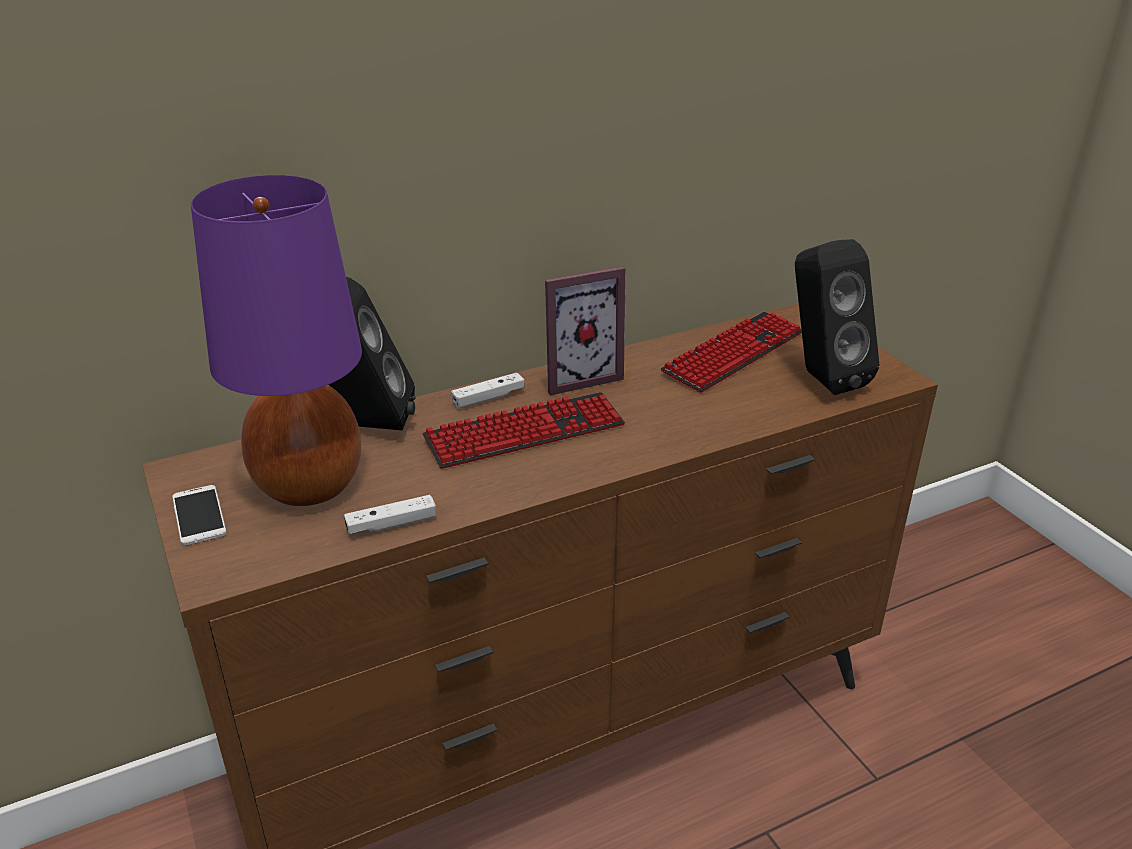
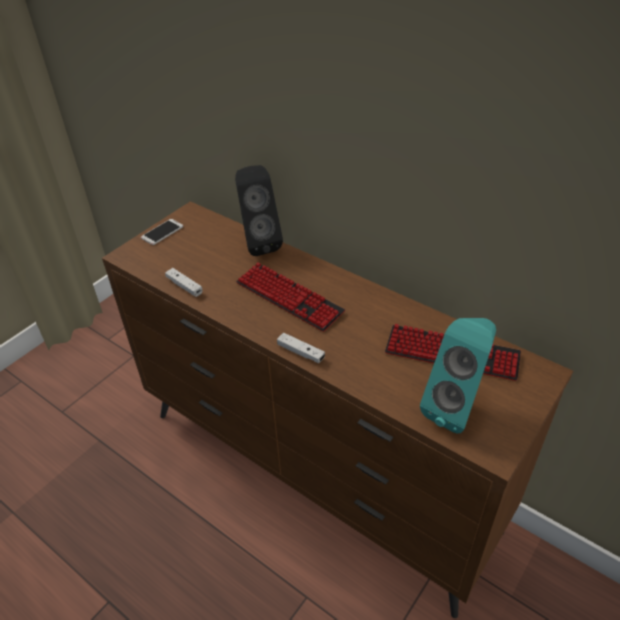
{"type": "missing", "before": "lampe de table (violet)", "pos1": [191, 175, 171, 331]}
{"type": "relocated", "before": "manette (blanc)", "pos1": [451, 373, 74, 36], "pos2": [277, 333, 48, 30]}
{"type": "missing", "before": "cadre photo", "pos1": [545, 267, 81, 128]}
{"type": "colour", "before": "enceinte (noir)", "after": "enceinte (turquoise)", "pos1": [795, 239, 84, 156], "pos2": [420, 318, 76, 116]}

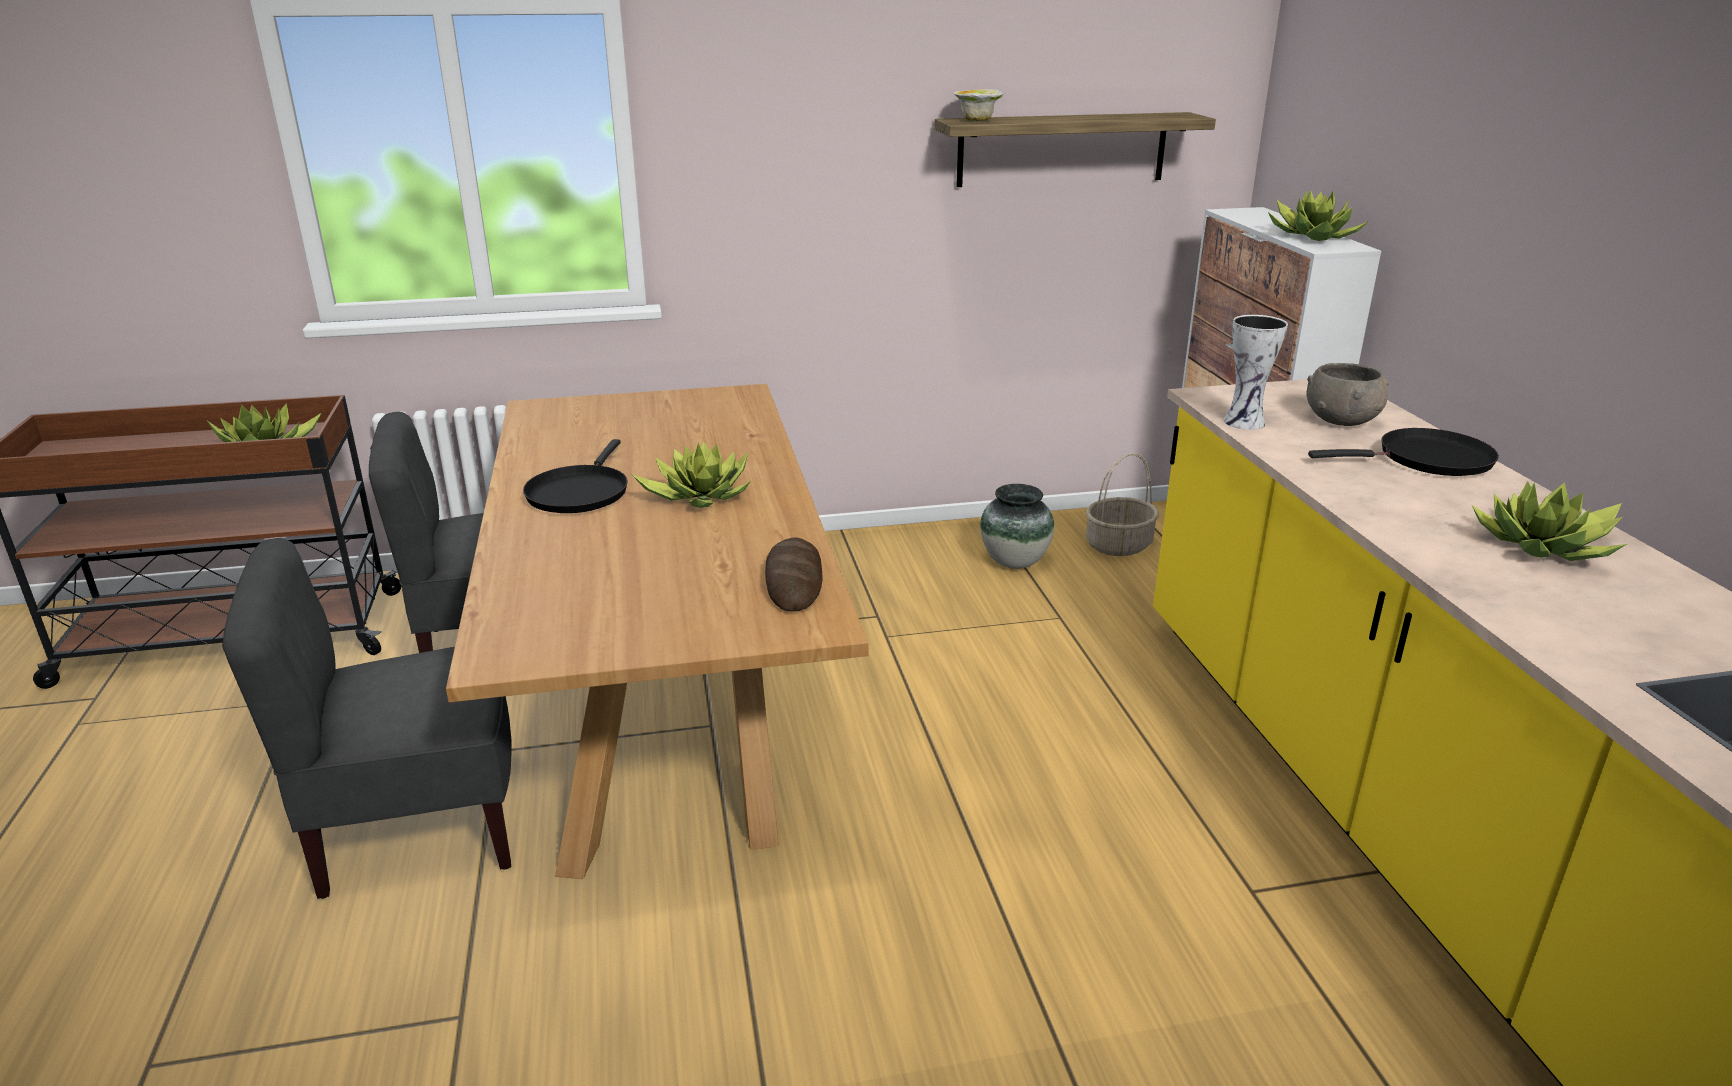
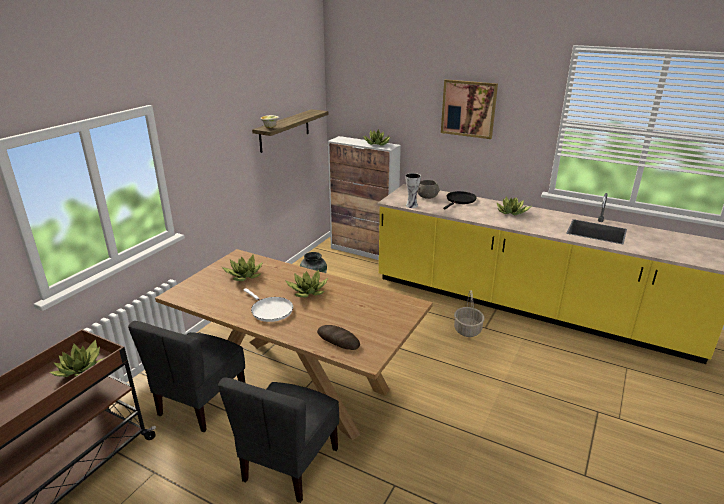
{"type": "colour", "before": "poêle (noir)", "after": "poêle (blanc)", "pos1": [523, 439, 105, 74], "pos2": [244, 288, 49, 34]}
{"type": "relocated", "before": "pain", "pos1": [765, 537, 57, 74], "pos2": [317, 325, 43, 25]}
{"type": "relocated", "before": "panier", "pos1": [1086, 453, 73, 103], "pos2": [454, 290, 30, 47]}
{"type": "appeared", "after": "plante en pot", "pos2": [222, 255, 41, 26]}
{"type": "appeared", "after": "tableau", "pos2": [441, 79, 57, 60]}

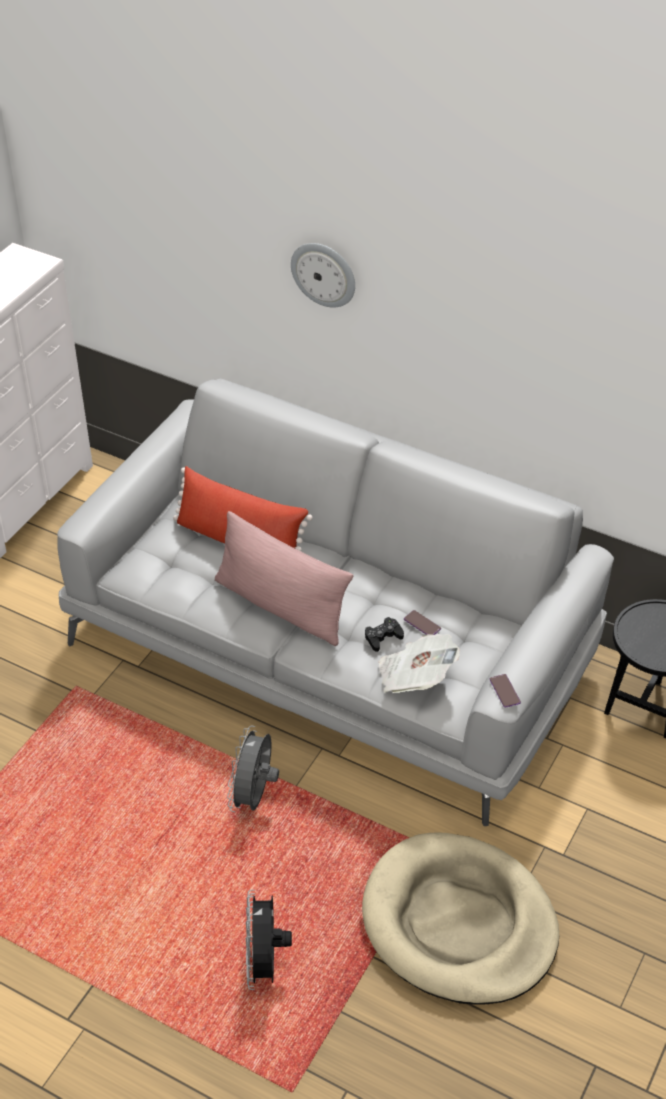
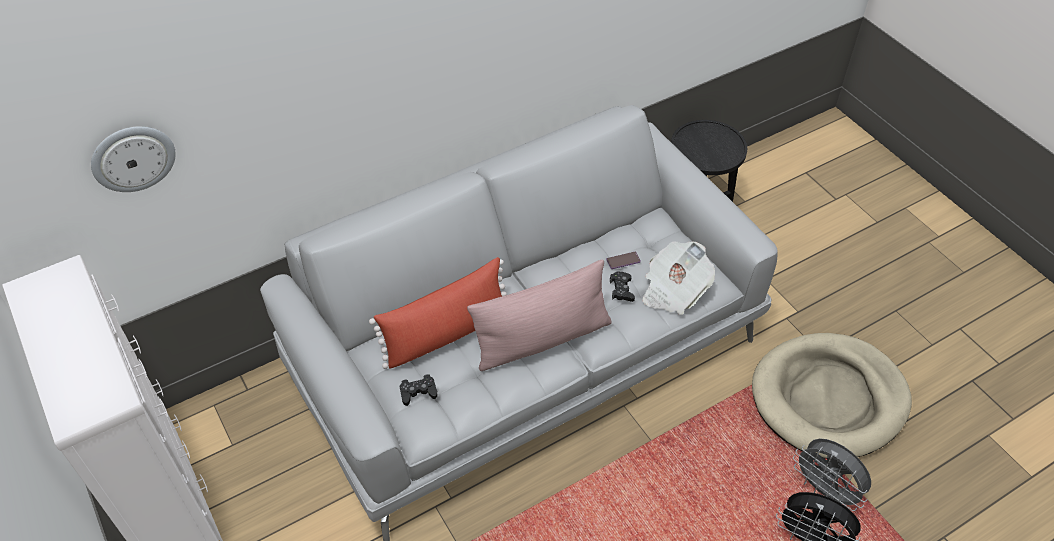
{"type": "relocated", "before": "ventilateur (gris)", "pos1": [227, 726, 52, 86], "pos2": [793, 438, 78, 73]}
{"type": "relocated", "before": "horloge murale", "pos1": [291, 243, 64, 65], "pos2": [91, 126, 85, 66]}
{"type": "missing", "before": "téléphone", "pos1": [490, 674, 31, 34]}
{"type": "appeared", "after": "manette (noir)", "pos2": [400, 374, 37, 32]}

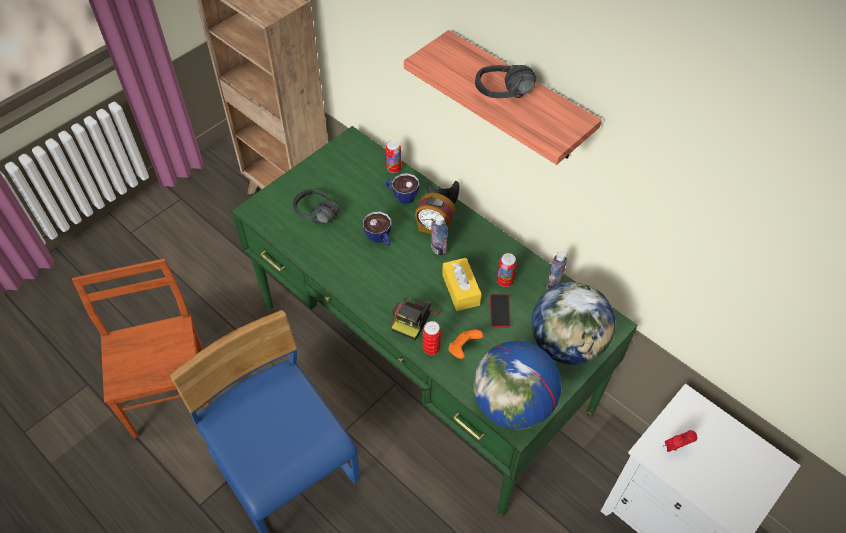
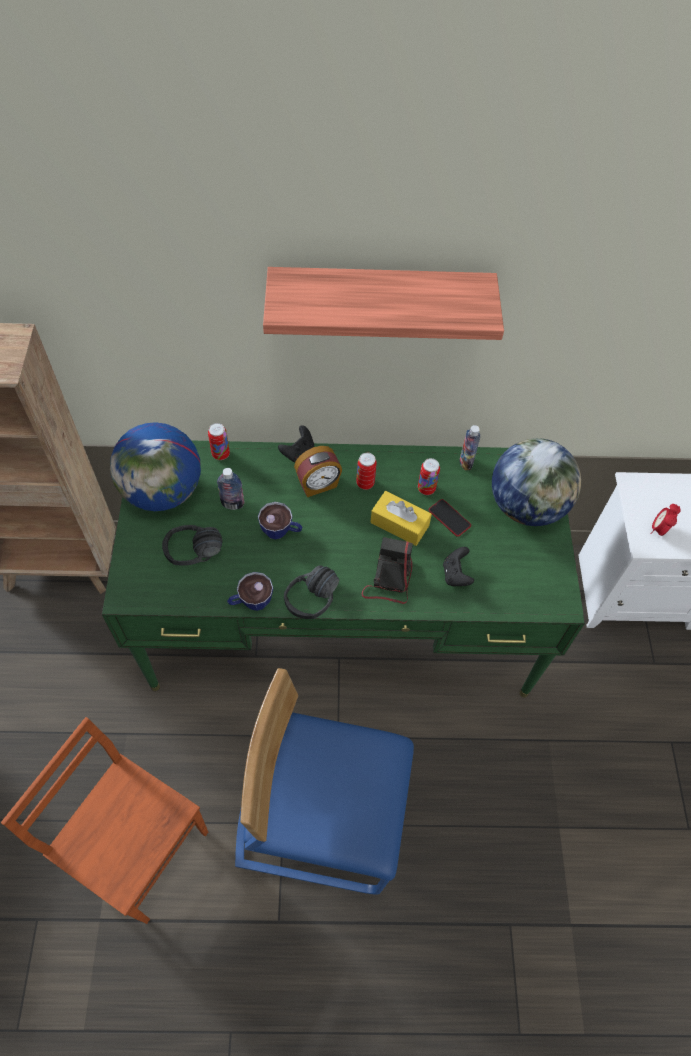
{"type": "relocated", "before": "tasse", "pos1": [386, 173, 33, 31], "pos2": [227, 572, 46, 39]}
{"type": "spun", "before": "appareil photo", "pos1": [392, 297, 50, 43], "pos2": [362, 537, 51, 67], "turn": -150}
{"type": "relocated", "before": "boîte métallique", "pos1": [423, 321, 18, 34], "pos2": [356, 453, 21, 37]}
{"type": "relocated", "before": "bouteille", "pos1": [431, 215, 16, 41], "pos2": [217, 468, 28, 42]}
{"type": "colour", "before": "manette (orange)", "after": "manette (noir)", "pos1": [448, 330, 35, 29], "pos2": [443, 547, 31, 39]}
{"type": "relocated", "before": "globe", "pos1": [473, 341, 88, 89], "pos2": [110, 422, 91, 89]}
{"type": "relocated", "before": "casque audio (noir)", "pos1": [475, 65, 61, 33], "pos2": [284, 565, 55, 54]}

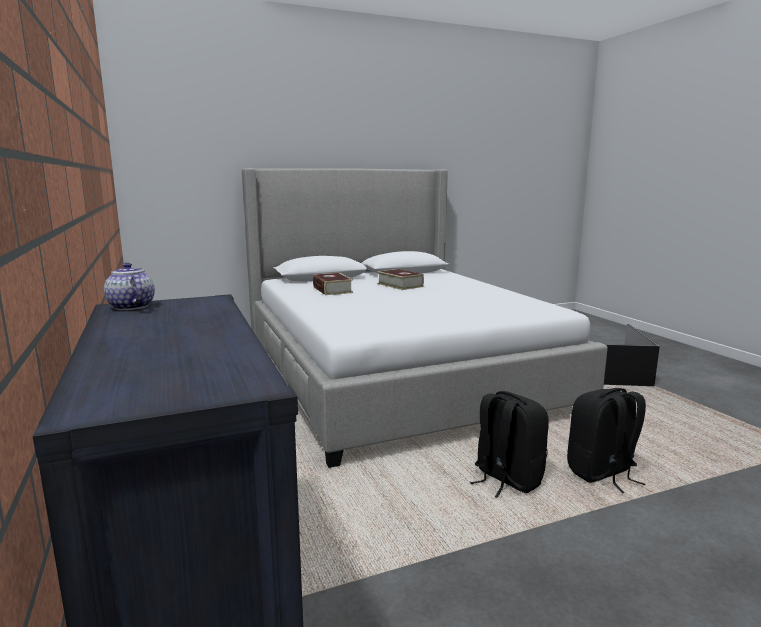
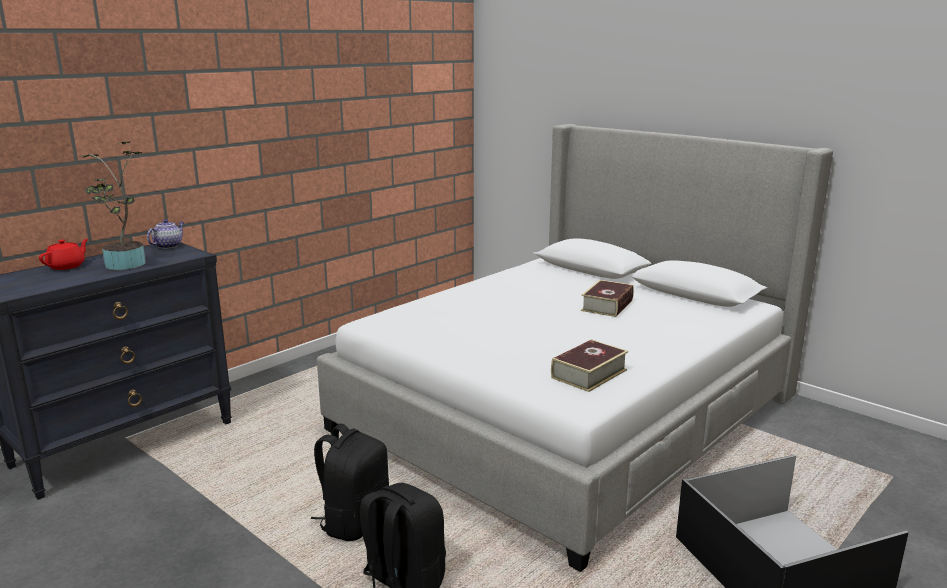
{"type": "relocated", "before": "livre", "pos1": [313, 273, 40, 22], "pos2": [551, 339, 77, 53]}
{"type": "appeared", "after": "théière (rouge)", "pos2": [39, 239, 49, 31]}
{"type": "appeared", "after": "plante en pot", "pos2": [80, 141, 66, 129]}

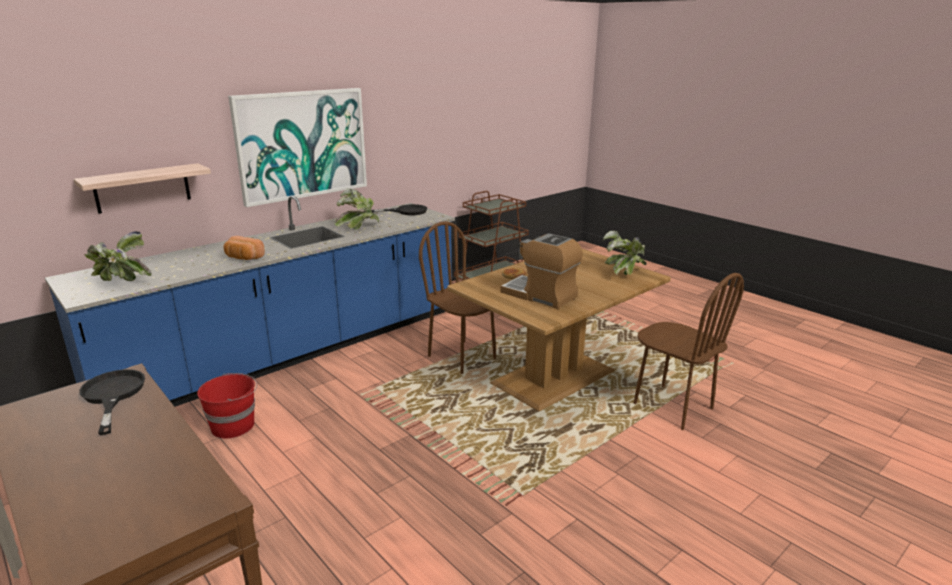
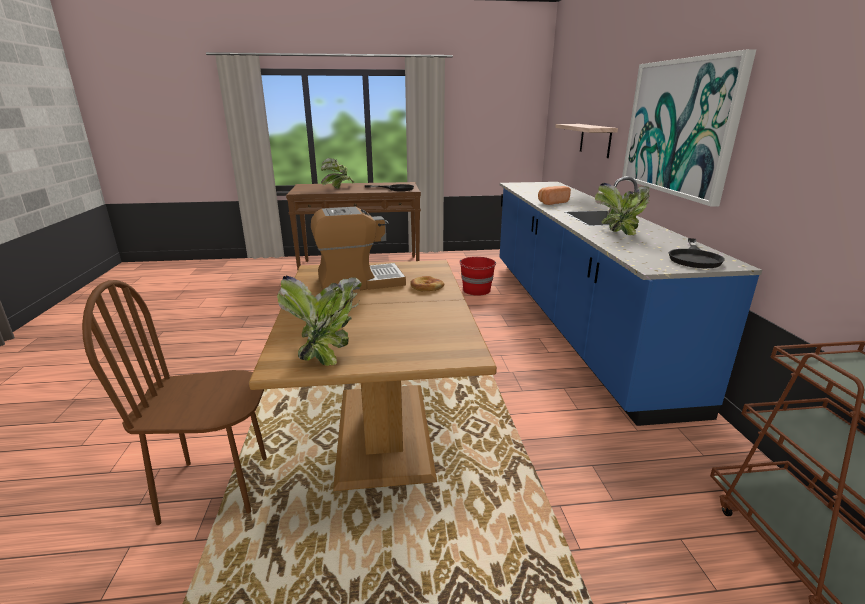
{"type": "relocated", "before": "plante en pot", "pos1": [84, 231, 68, 50], "pos2": [321, 158, 33, 31]}
{"type": "missing", "before": "chaise (marron)", "pos1": [419, 221, 77, 153]}

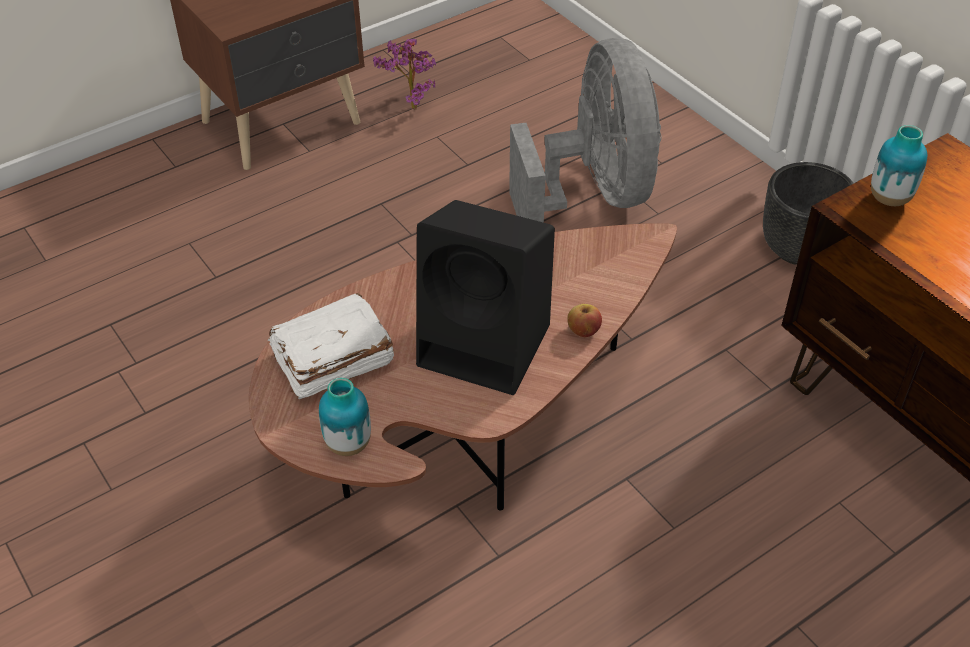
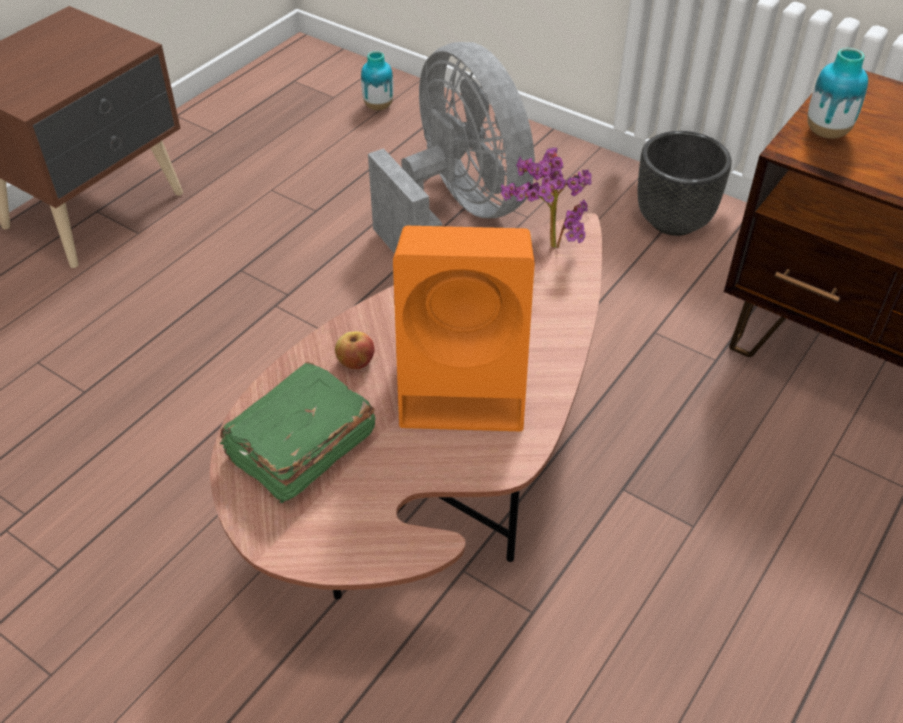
{"type": "colour", "before": "livre (blanc)", "after": "livre (vert)", "pos1": [268, 293, 126, 106], "pos2": [220, 361, 156, 142]}
{"type": "relocated", "before": "vase", "pos1": [319, 378, 52, 78], "pos2": [361, 51, 33, 59]}
{"type": "relocated", "before": "plante en pot", "pos1": [373, 39, 63, 71], "pos2": [501, 147, 91, 102]}
{"type": "colour", "before": "enceinte (noir)", "after": "enceinte (orange)", "pos1": [416, 200, 139, 195], "pos2": [393, 226, 142, 205]}
{"type": "relocated", "before": "pomme", "pos1": [567, 304, 35, 33], "pos2": [335, 331, 40, 38]}

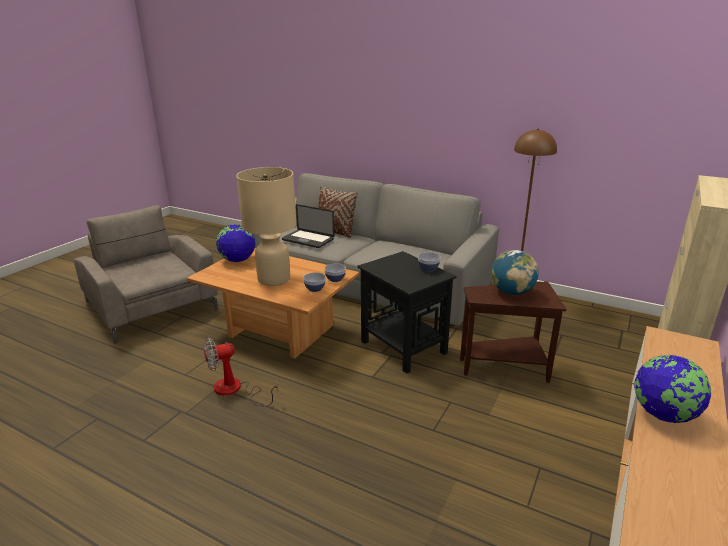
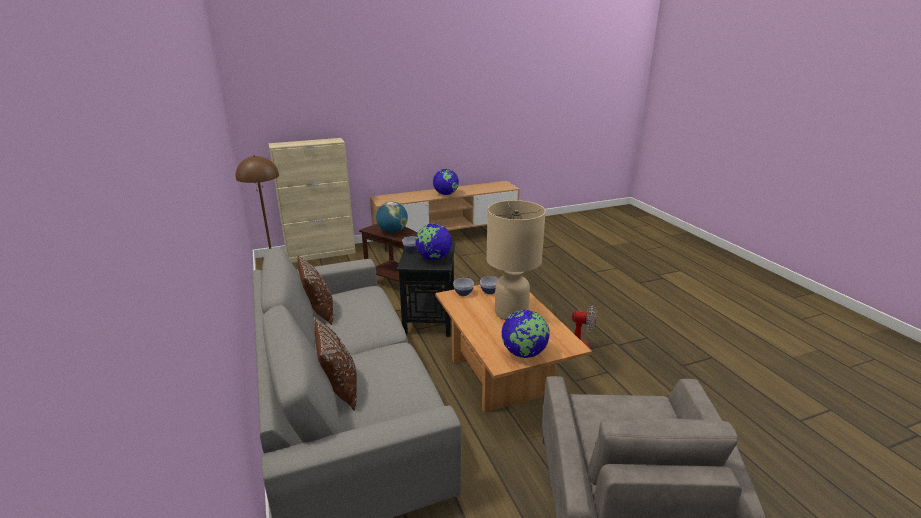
{"type": "missing", "before": "ordinateur portable", "pos1": [282, 204, 53, 44]}
{"type": "appeared", "after": "coussin (marron)", "pos2": [297, 255, 36, 70]}
{"type": "appeared", "after": "globe", "pos2": [415, 224, 37, 36]}

